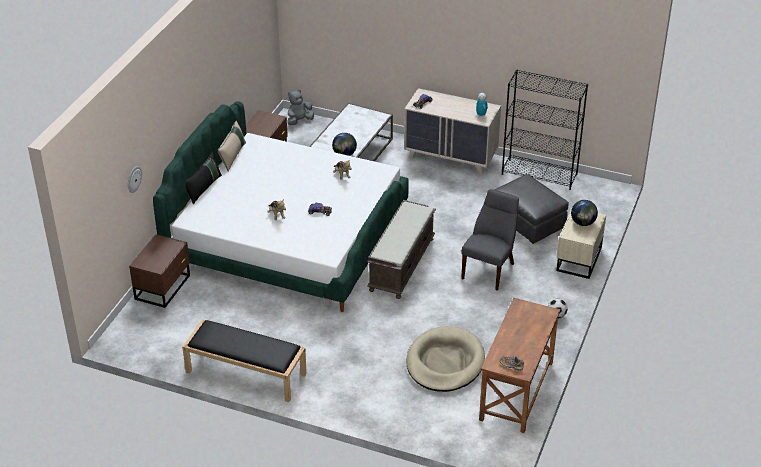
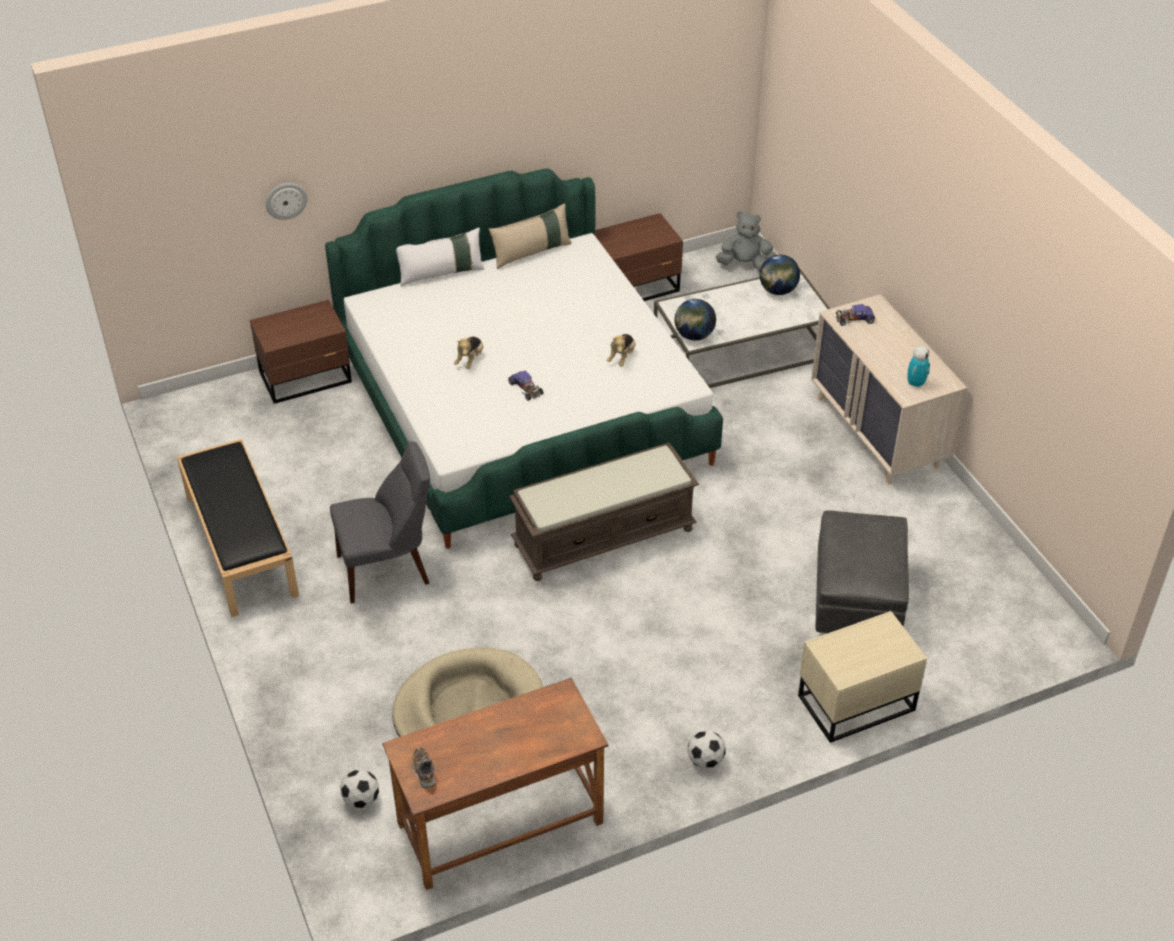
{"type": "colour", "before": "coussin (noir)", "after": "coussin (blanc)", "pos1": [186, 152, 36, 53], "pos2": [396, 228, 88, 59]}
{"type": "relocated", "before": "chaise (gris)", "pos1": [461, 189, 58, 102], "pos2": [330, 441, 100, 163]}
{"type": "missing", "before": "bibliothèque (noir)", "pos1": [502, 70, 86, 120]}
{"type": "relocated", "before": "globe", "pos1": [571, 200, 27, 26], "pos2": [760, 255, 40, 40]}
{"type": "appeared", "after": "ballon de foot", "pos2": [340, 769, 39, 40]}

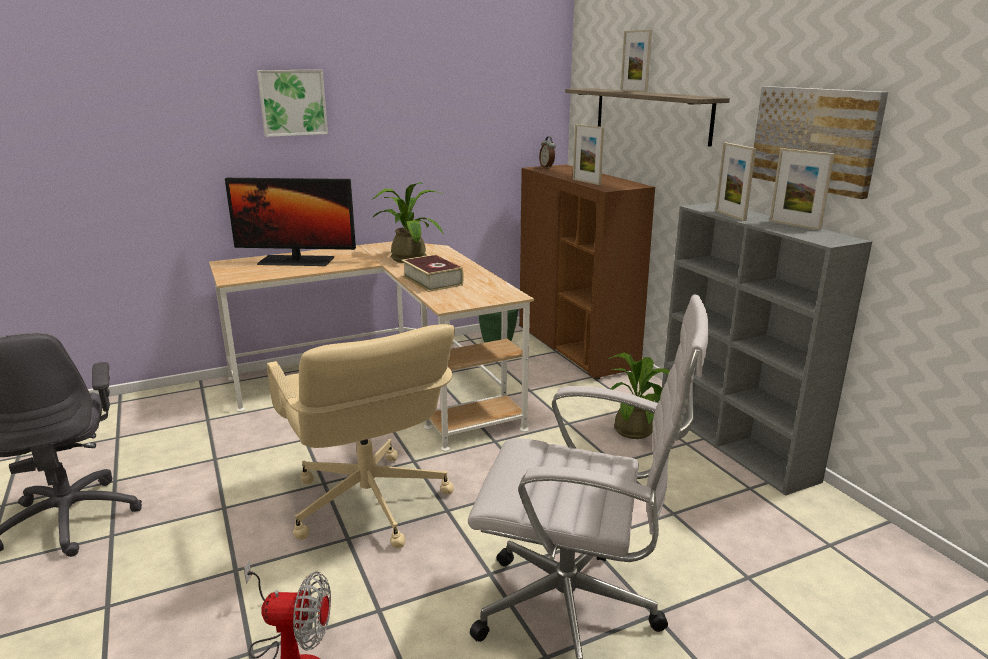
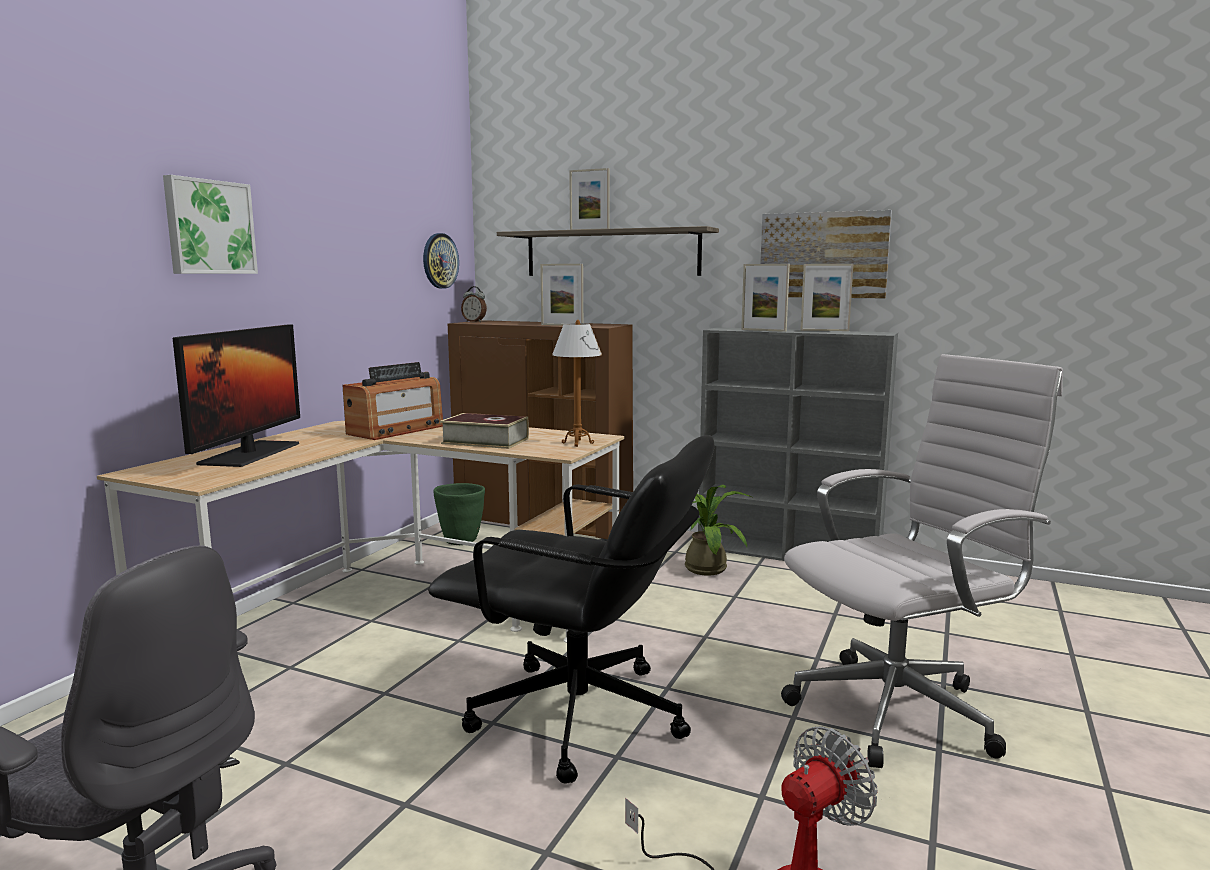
{"type": "spun", "before": "écran d'ordinateur", "pos1": [225, 178, 131, 88], "pos2": [173, 325, 127, 142], "turn": -45}
{"type": "colour", "before": "chaise de bureau (beige)", "after": "chaise de bureau (noir)", "pos1": [267, 324, 188, 224], "pos2": [428, 435, 287, 349]}
{"type": "exchanged", "before": "plante en pot", "after": "radio", "pos1": [371, 182, 73, 81], "pos2": [342, 362, 101, 78]}
{"type": "appeared", "after": "horloge murale", "pos2": [423, 233, 36, 56]}
{"type": "appeared", "after": "lampe de table", "pos2": [552, 320, 50, 127]}

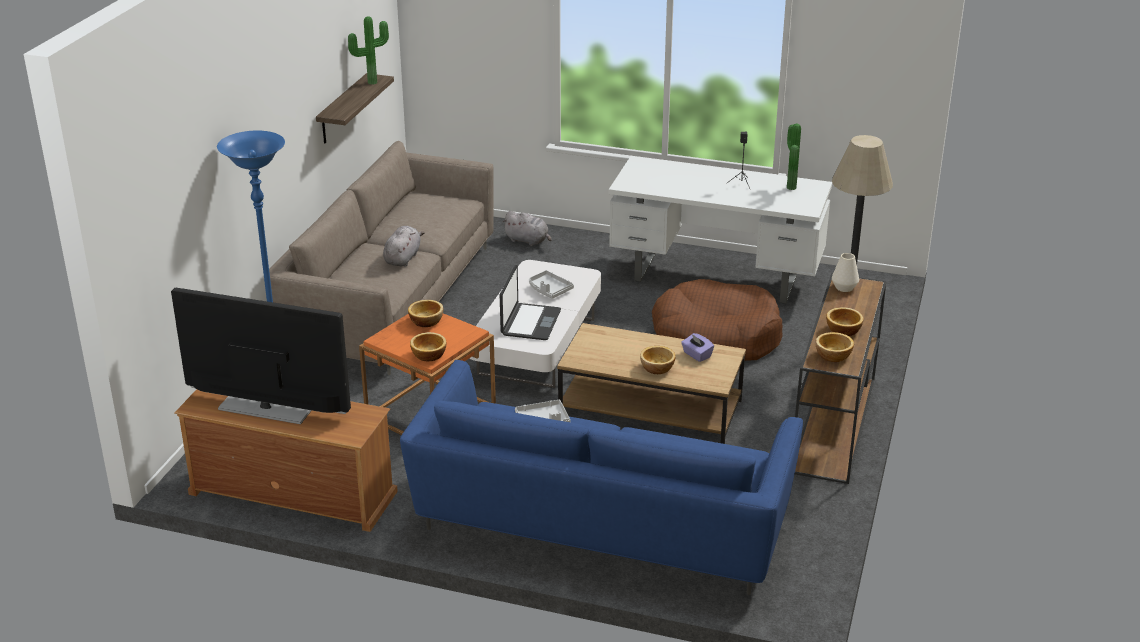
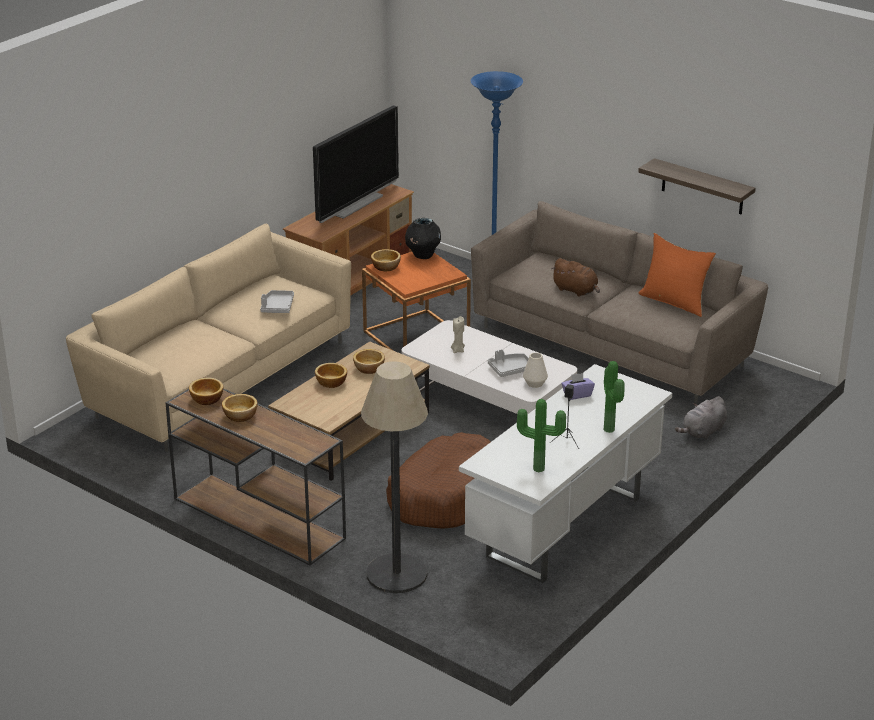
{"type": "relocated", "before": "plante en pot", "pos1": [348, 16, 41, 69], "pos2": [604, 361, 21, 72]}
{"type": "colour", "before": "peluche (gris)", "after": "peluche (marron)", "pos1": [383, 226, 42, 41], "pos2": [551, 258, 49, 39]}
{"type": "colour", "before": "canapé (bleu)", "after": "canapé (beige)", "pos1": [400, 360, 403, 235], "pos2": [66, 224, 285, 228]}
{"type": "relocated", "before": "bol", "pos1": [408, 300, 35, 27], "pos2": [353, 349, 32, 25]}
{"type": "exchanged", "before": "ordinateur portable", "after": "bougie (beige)", "pos1": [500, 265, 61, 75], "pos2": [451, 316, 14, 37]}
{"type": "relocated", "before": "boîte à mouchoirs (violet)", "pos1": [681, 333, 33, 29], "pos2": [561, 373, 34, 27]}
{"type": "relocated", "before": "vase (blanc)", "pos1": [832, 253, 27, 39], "pos2": [523, 353, 25, 35]}
{"type": "appeared", "after": "vase (noir)", "pos2": [405, 218, 36, 41]}
{"type": "appeared", "after": "coussin (orange)", "pos2": [638, 233, 78, 84]}

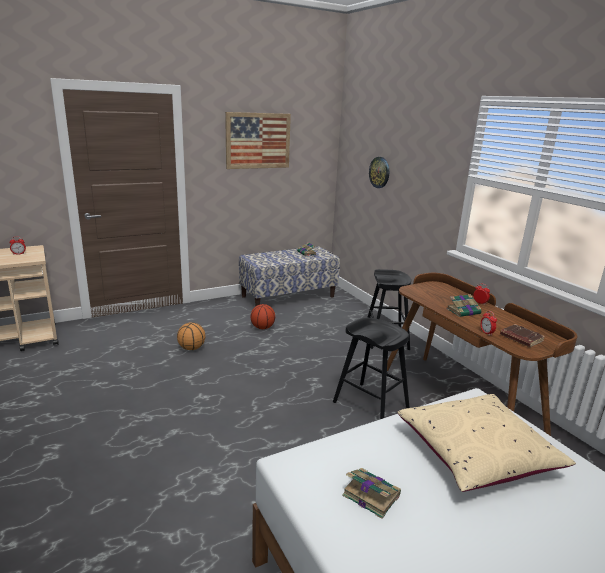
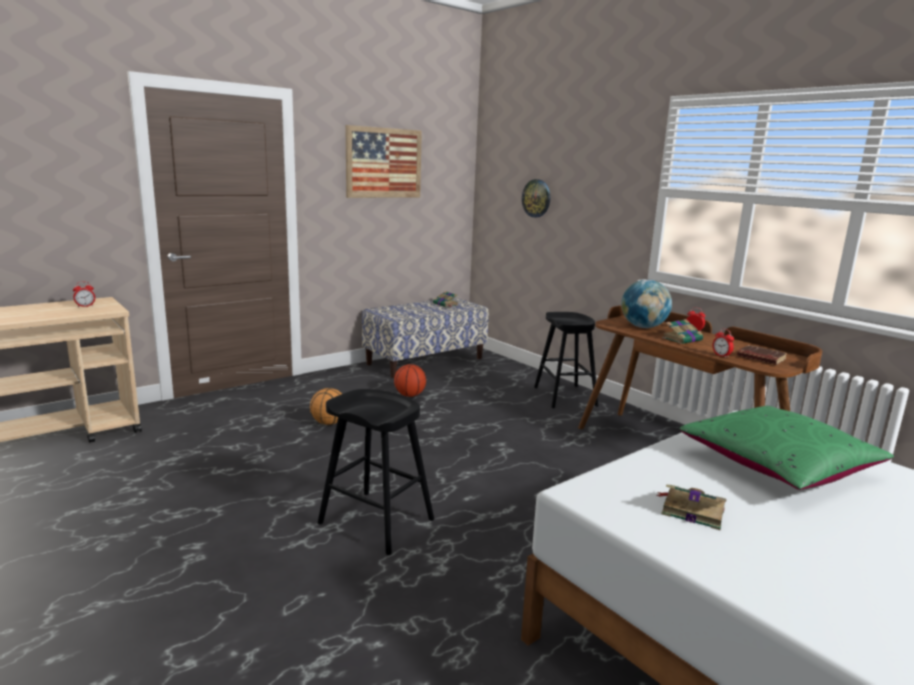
{"type": "relocated", "before": "tabouret (noir)", "pos1": [333, 318, 77, 101], "pos2": [318, 389, 116, 166]}
{"type": "colour", "before": "coussin (beige)", "after": "coussin (vert)", "pos1": [397, 394, 179, 98], "pos2": [679, 406, 215, 84]}
{"type": "appeared", "after": "globe", "pos2": [621, 280, 51, 48]}

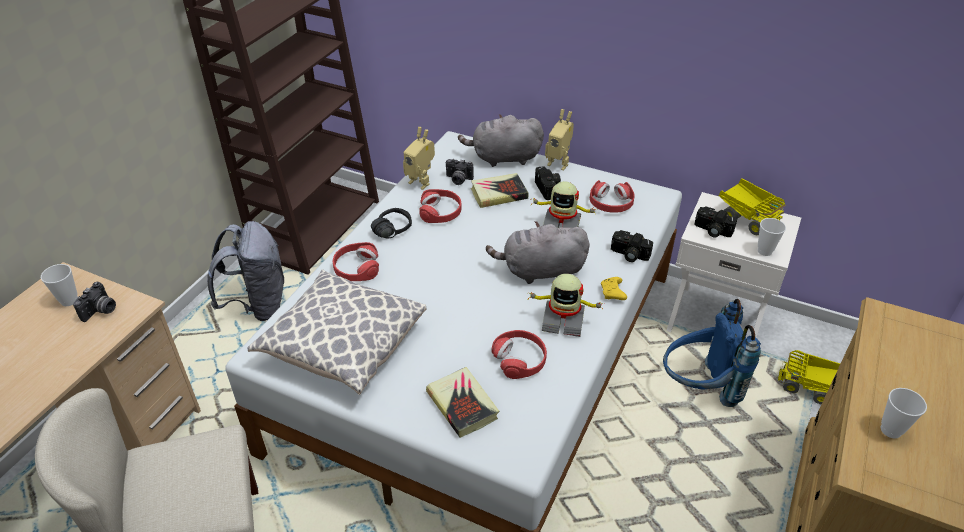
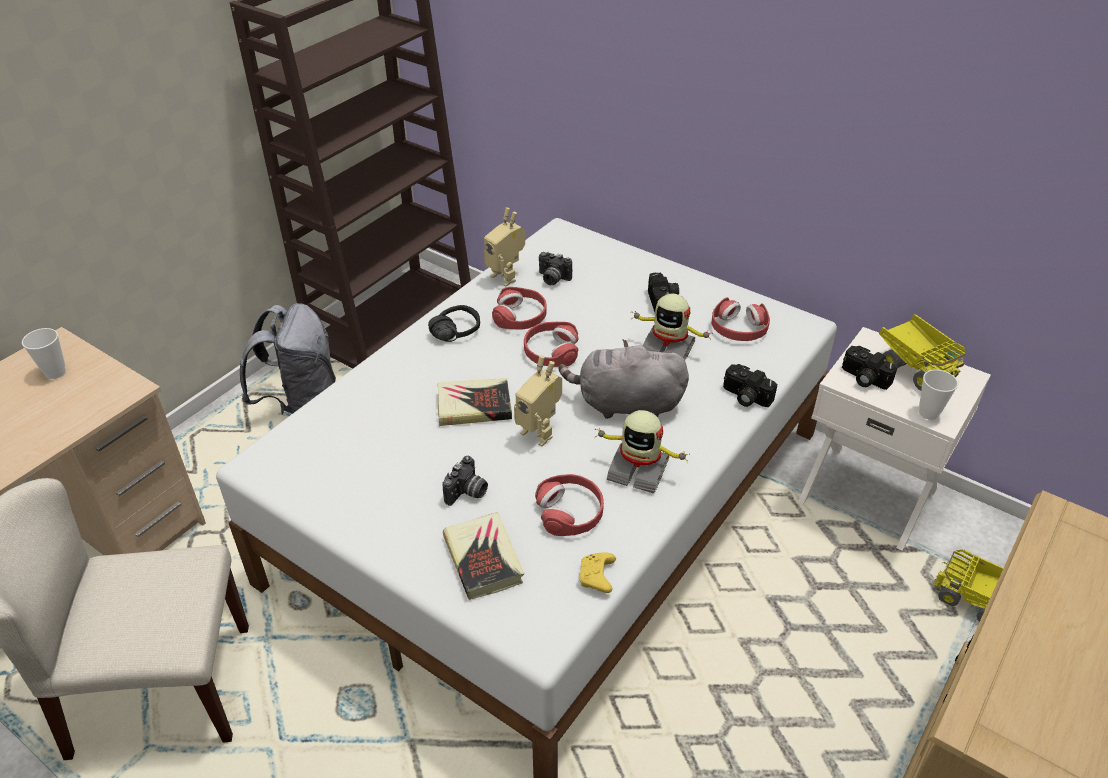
{"type": "relocated", "before": "appareil photo", "pos1": [73, 282, 43, 40], "pos2": [443, 456, 45, 50]}
{"type": "missing", "before": "coussin", "pos1": [247, 269, 179, 125]}
{"type": "relocated", "before": "casque audio (rouge)", "pos1": [332, 242, 47, 39], "pos2": [524, 322, 55, 45]}
{"type": "missing", "before": "peluche (gris)", "pos1": [458, 114, 86, 53]}
{"type": "relocated", "before": "livre", "pos1": [471, 173, 57, 35], "pos2": [438, 378, 74, 48]}
{"type": "relocated", "before": "robot jouet", "pos1": [545, 109, 29, 62], "pos2": [514, 356, 48, 90]}
{"type": "relocated", "before": "manette (jaune)", "pos1": [601, 277, 26, 23], "pos2": [579, 552, 37, 41]}
{"type": "missing", "before": "sac à dos (bleu)", "pos1": [663, 299, 98, 108]}
{"type": "missing", "before": "tasse", "pos1": [881, 388, 46, 51]}

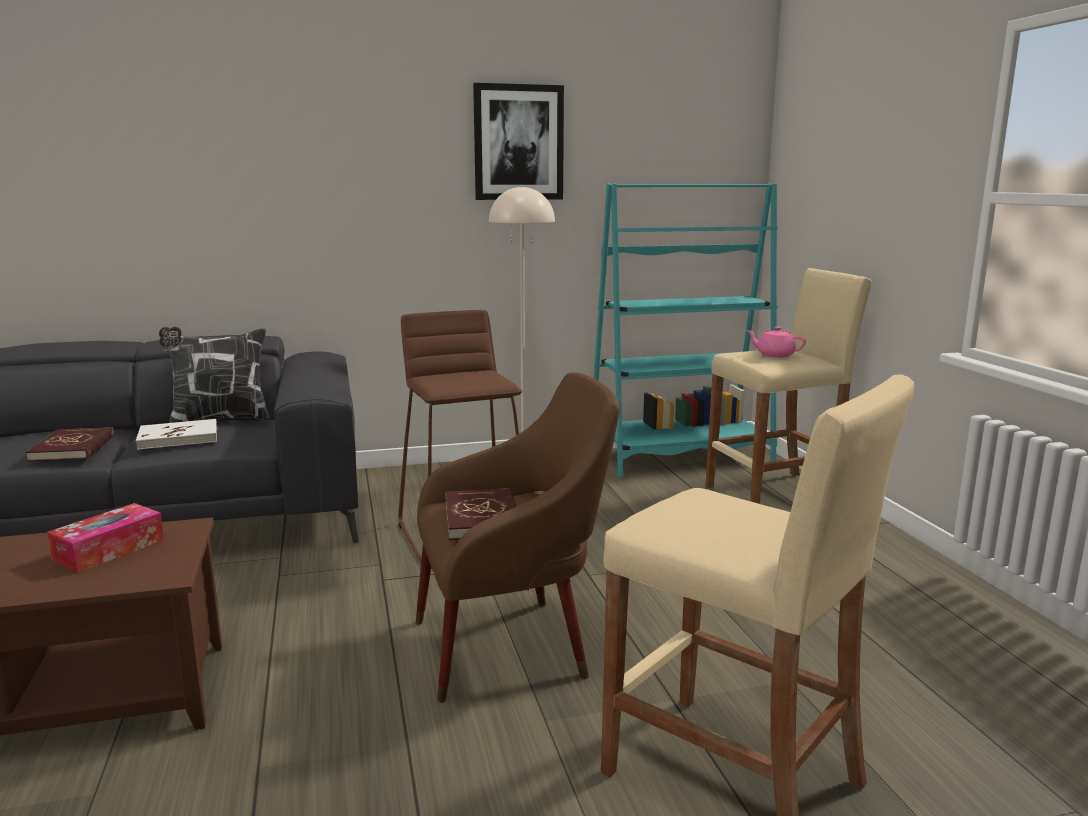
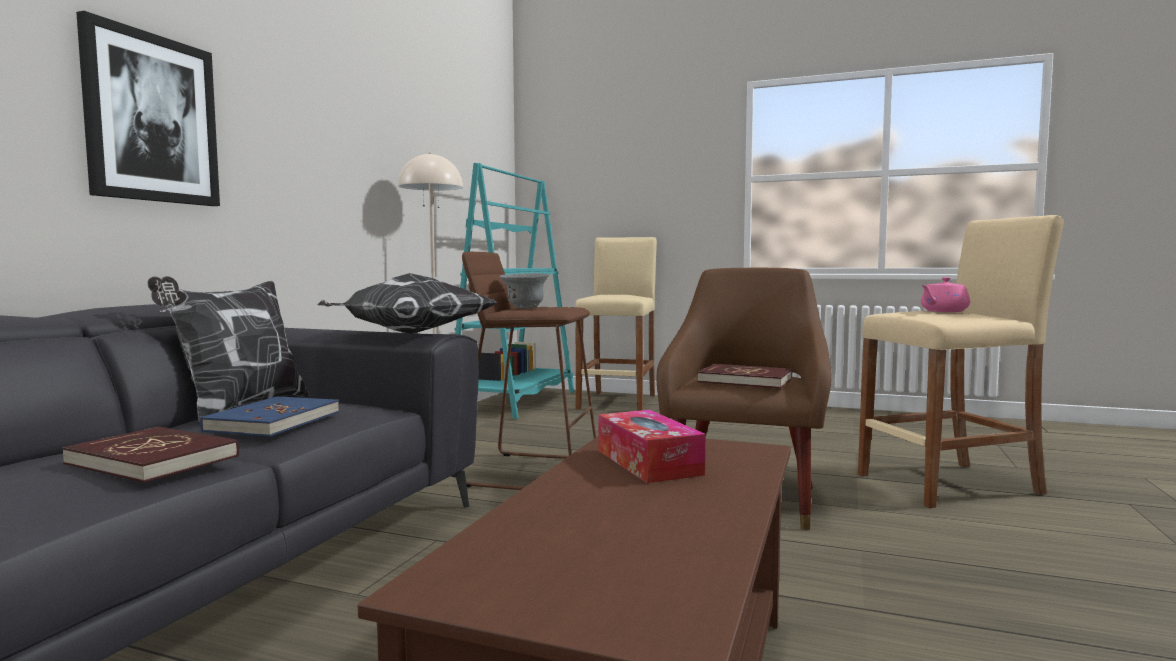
{"type": "colour", "before": "livre (blanc)", "after": "livre (bleu)", "pos1": [136, 419, 81, 31], "pos2": [200, 396, 139, 41]}
{"type": "relocated", "before": "tableau", "pos1": [473, 83, 91, 117], "pos2": [76, 11, 144, 195]}
{"type": "relocated", "before": "théière (rose)", "pos1": [746, 326, 60, 32], "pos2": [921, 277, 49, 35]}
{"type": "appeared", "after": "coussin", "pos2": [317, 273, 181, 61]}
{"type": "appeared", "after": "bol (gris)", "pos2": [499, 273, 50, 36]}

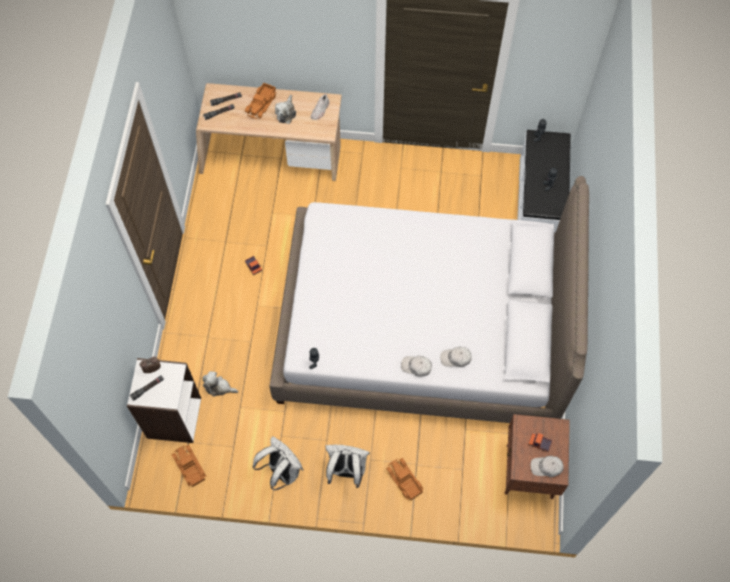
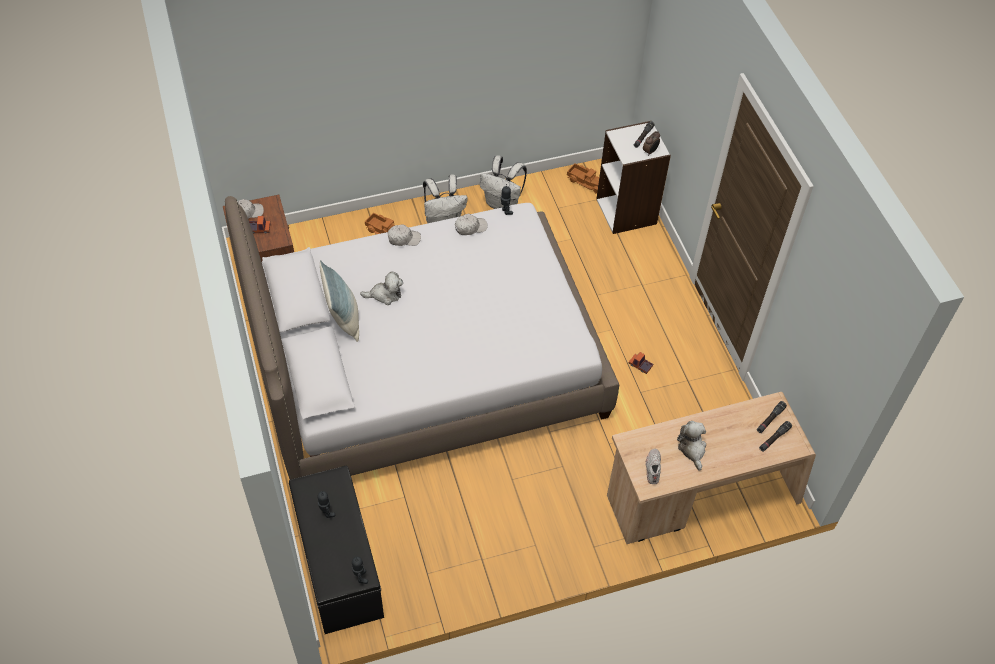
{"type": "relocated", "before": "peluche", "pos1": [202, 371, 36, 26], "pos2": [360, 271, 43, 34]}
{"type": "missing", "before": "camion jouet", "pos1": [245, 83, 31, 36]}
{"type": "relocated", "before": "casquette (blanc)", "pos1": [440, 347, 32, 20], "pos2": [455, 214, 33, 21]}
{"type": "colour", "before": "banc (blanc)", "after": "banc (noir)", "pos1": [517, 130, 54, 102], "pos2": [289, 466, 95, 168]}
{"type": "appeared", "after": "coussin", "pos2": [320, 260, 39, 82]}

